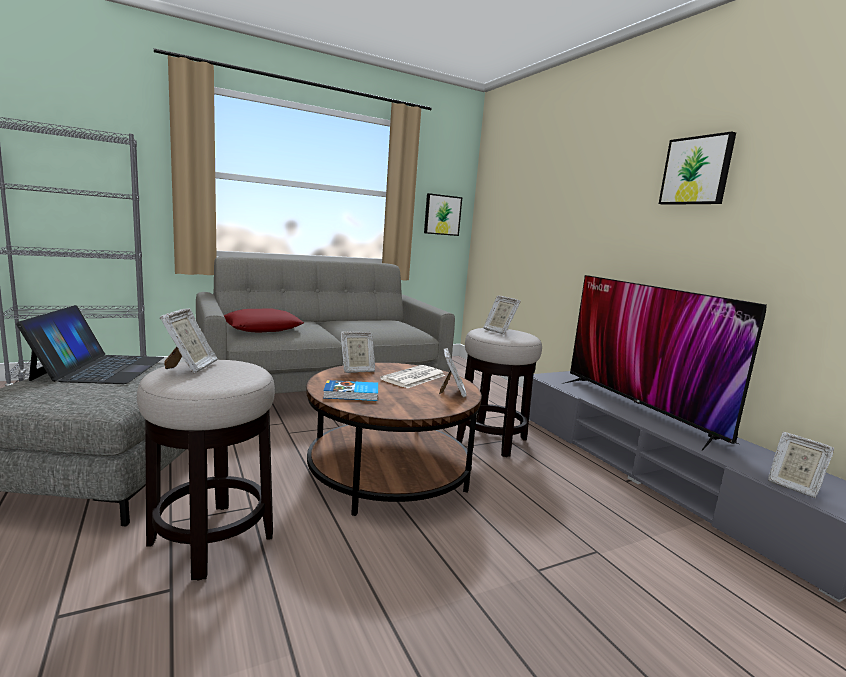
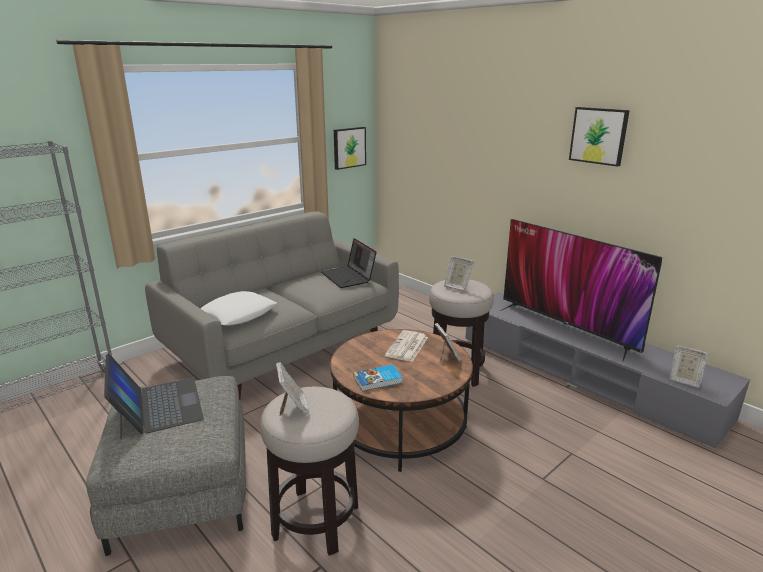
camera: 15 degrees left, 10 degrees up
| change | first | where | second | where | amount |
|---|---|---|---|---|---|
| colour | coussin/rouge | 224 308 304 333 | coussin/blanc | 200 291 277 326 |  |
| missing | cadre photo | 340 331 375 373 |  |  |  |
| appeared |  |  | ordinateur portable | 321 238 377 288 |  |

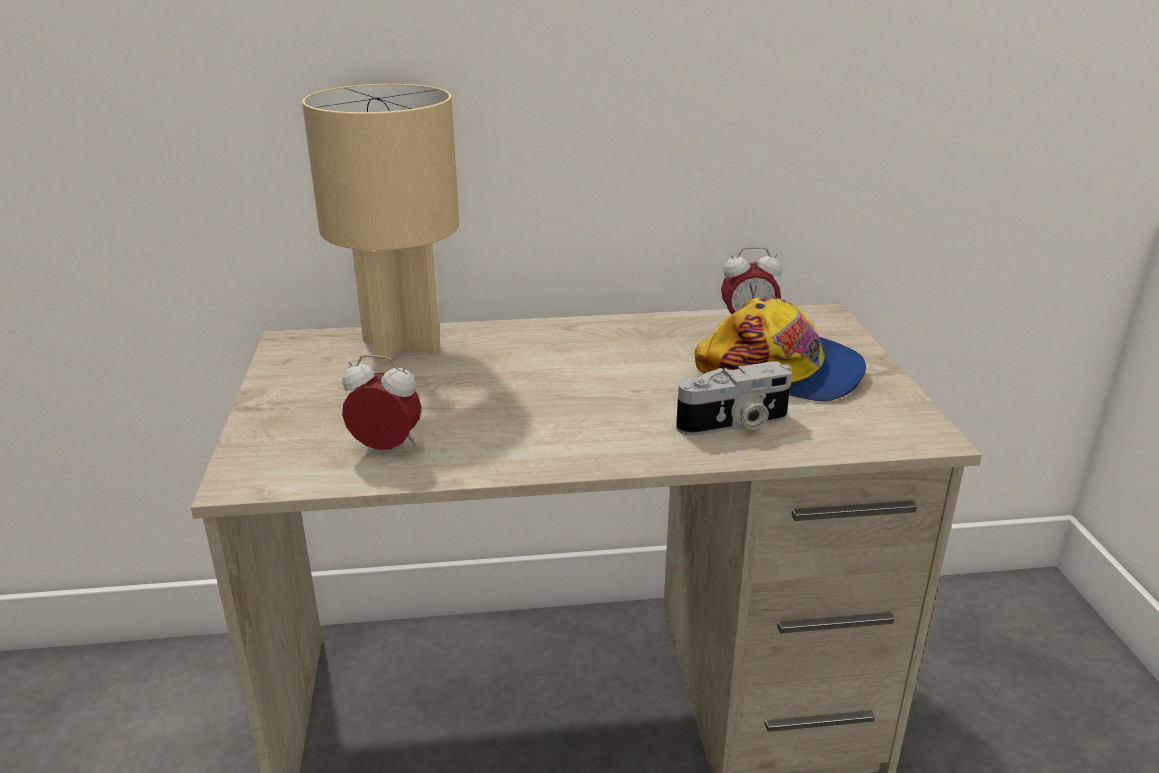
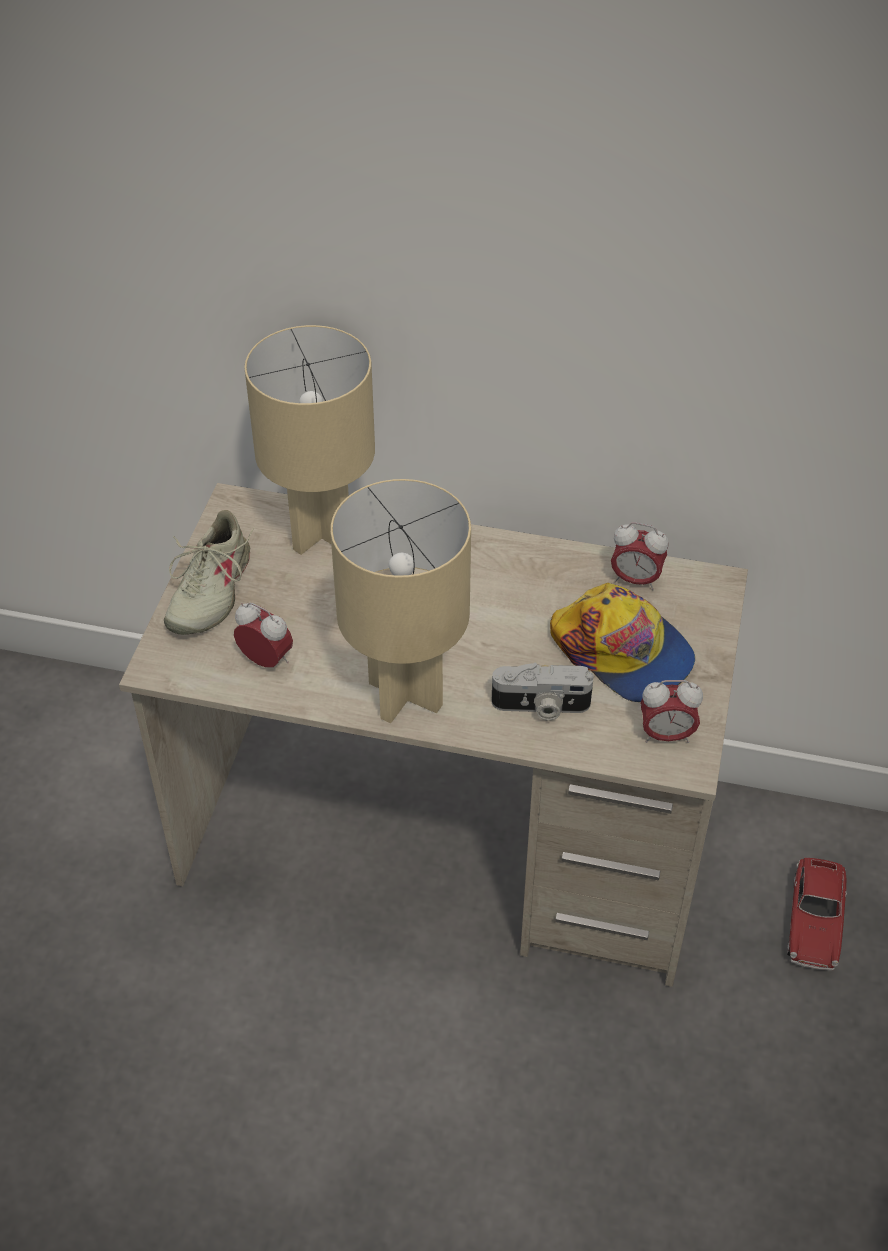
camera: 20 degrees right, 20 degrees up
| change | first | where | second | where | amount |
|---|---|---|---|---|---|
| appeared |  |  | lampe de table/beige | 330 479 471 723 |  |
| appeared |  |  | chaussure/beige | 164 510 254 635 |  |
| appeared |  |  | réveil | 640 680 703 743 |  |
| appeared |  |  | petite voiture | 787 858 847 971 |  |

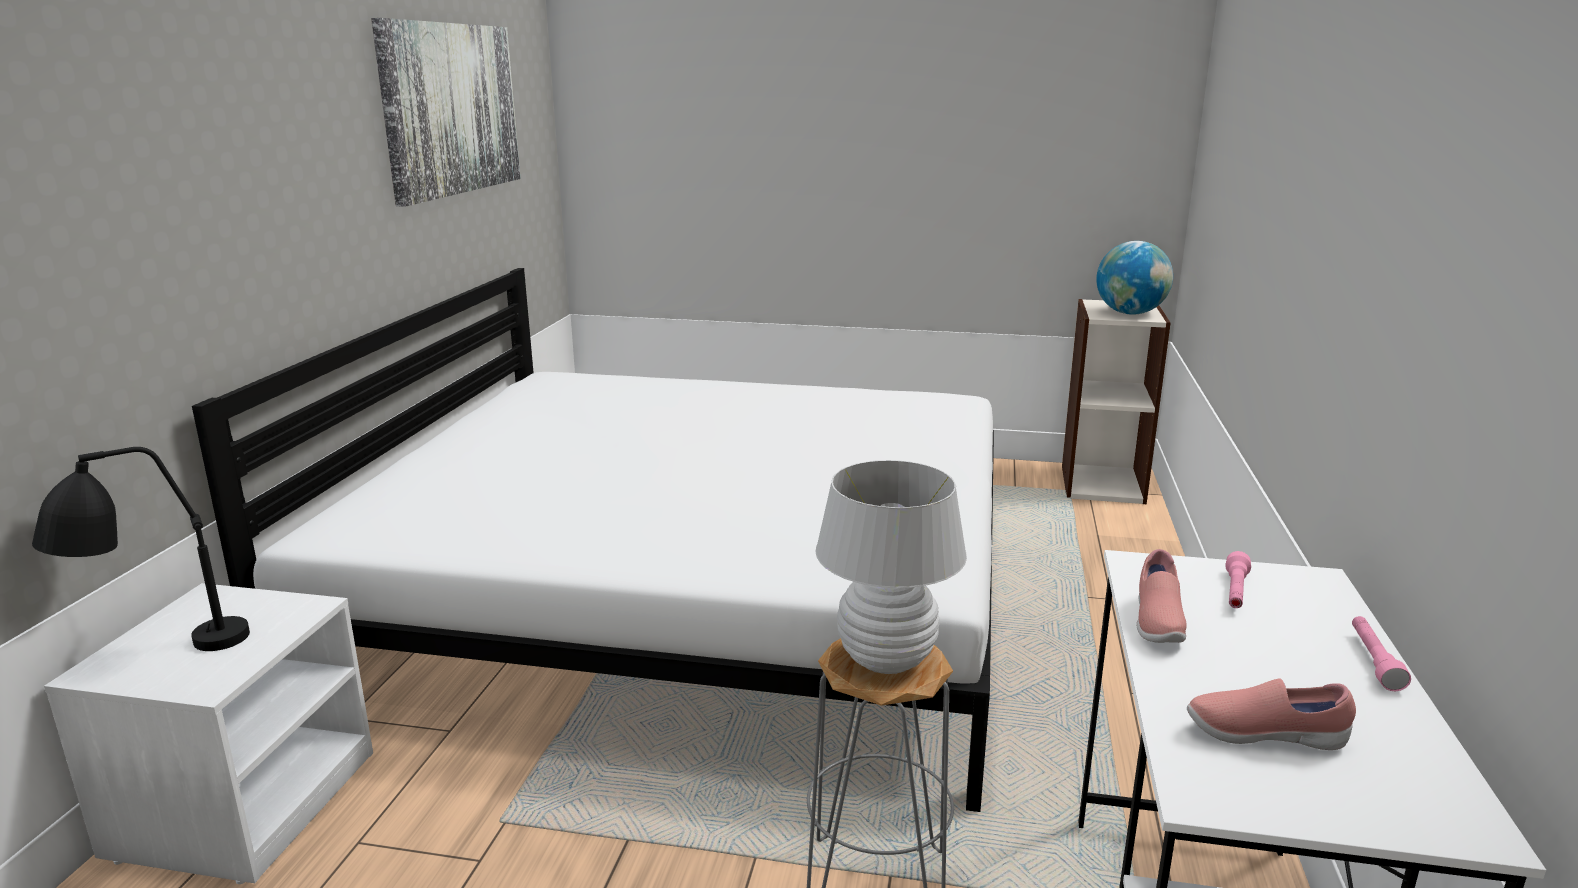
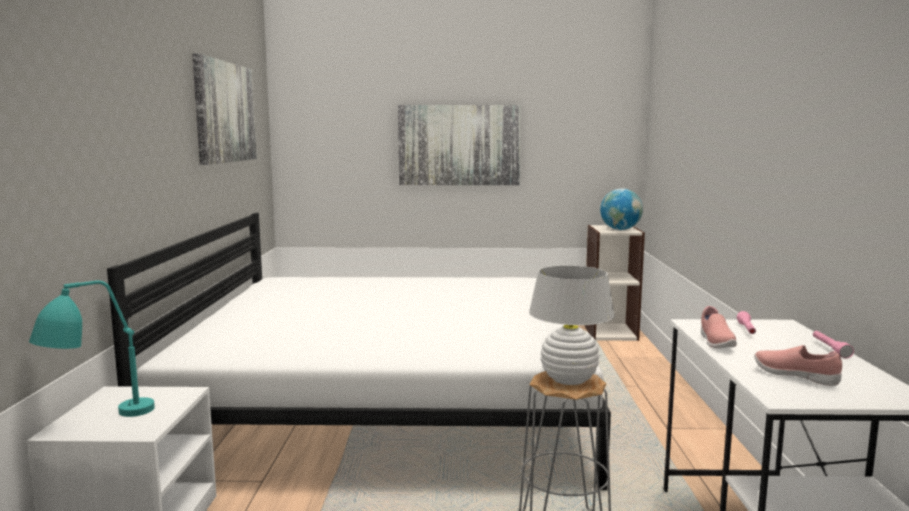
camera: 10 degrees left, 10 degrees down
| change | first | where | second | where | amount |
|---|---|---|---|---|---|
| colour | lampe de table/noir | 32 447 250 651 | lampe de table/turquoise | 29 280 155 417 |  |
| spun | chaussure/rose | 1187 678 1356 750 |  | 754 345 842 386 | 45 degrees clockwise |
| appeared |  |  | tableau | 398 105 521 185 |  |

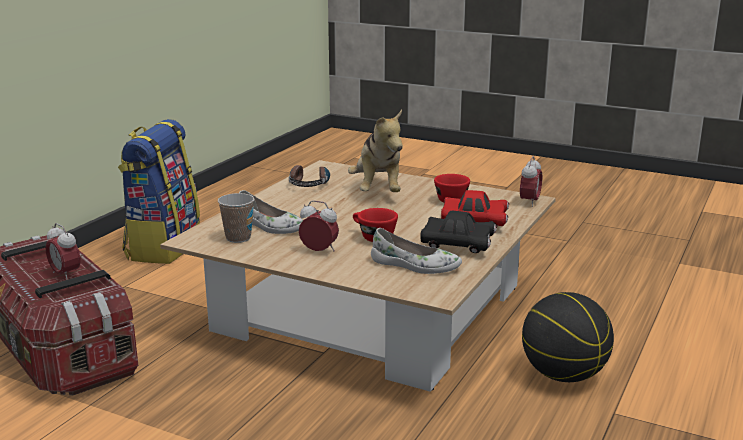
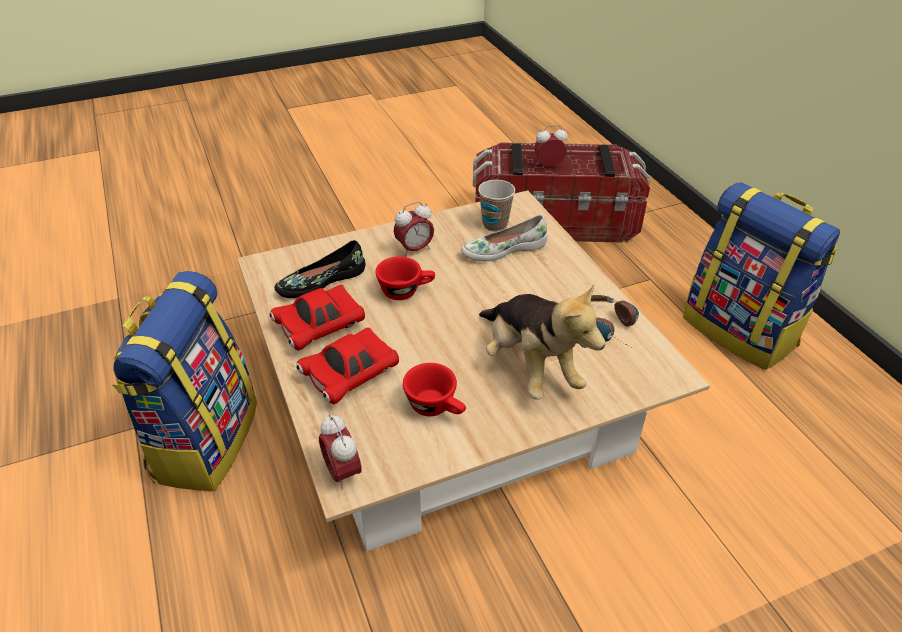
camera: 130 degrees right, 20 degrees up
| change | first | where | second | where | amount |
|---|---|---|---|---|---|
| spun | peluche | 348 110 403 192 |  | 479 284 606 400 | 150 degrees counterclockwise |
| colour | petite voiture/noir | 420 211 497 253 | petite voiture/rouge | 269 285 365 351 |  |
| colour | chaussure/blanc | 371 228 462 274 | chaussure/noir | 275 240 366 298 |  |
| exchanged | ballon de basket | 522 292 614 382 | sac à dos | 112 271 257 491 |  |

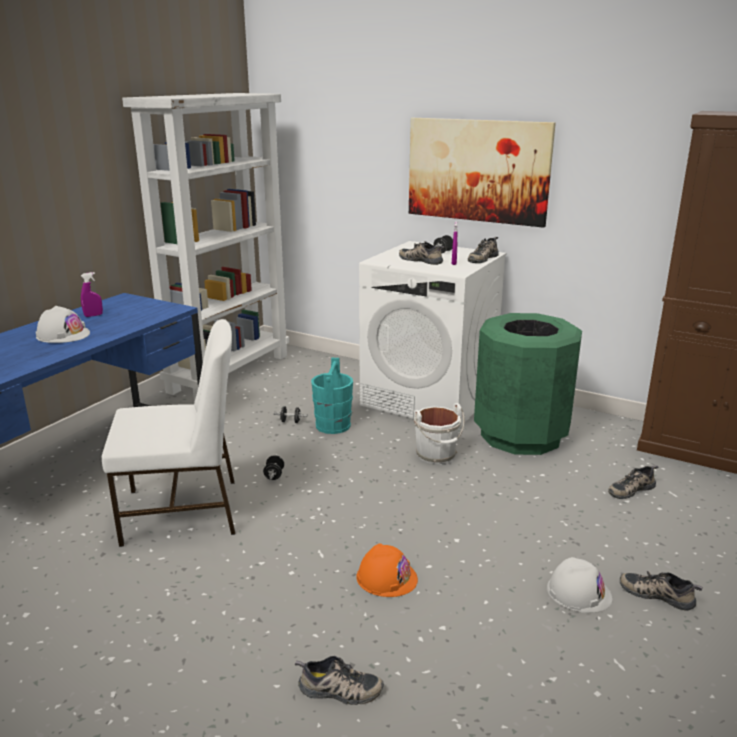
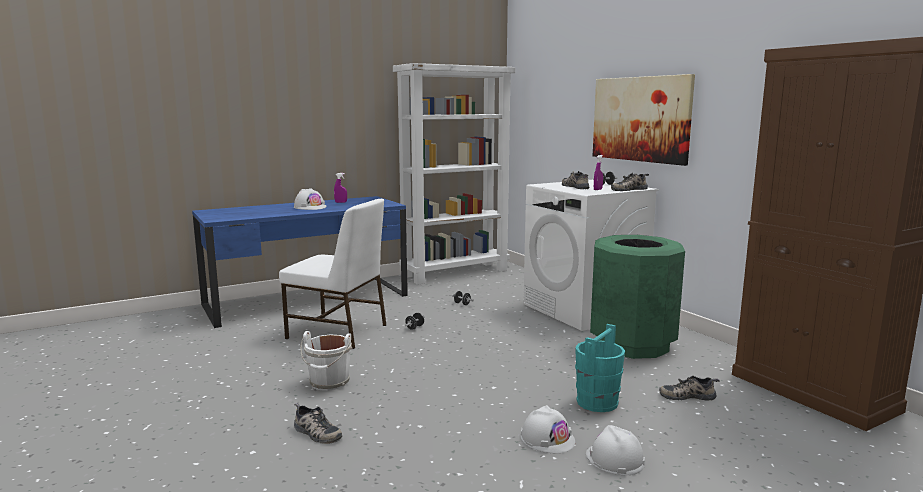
camera: 30 degrees right, 10 degrees down
| change | first | where | second | where | amount |
|---|---|---|---|---|---|
| relocated | seau/turquoise | 311 358 353 434 |  | 575 324 625 412 |  |
| relocated | seau/blanc | 414 403 465 464 |  | 300 331 352 391 |  |
| missing | casque de chantier/orange | 356 543 418 597 |  |  |  |
| exchanged | chaussure | 620 571 703 611 | casque de chantier/blanc | 586 425 645 475 |  |

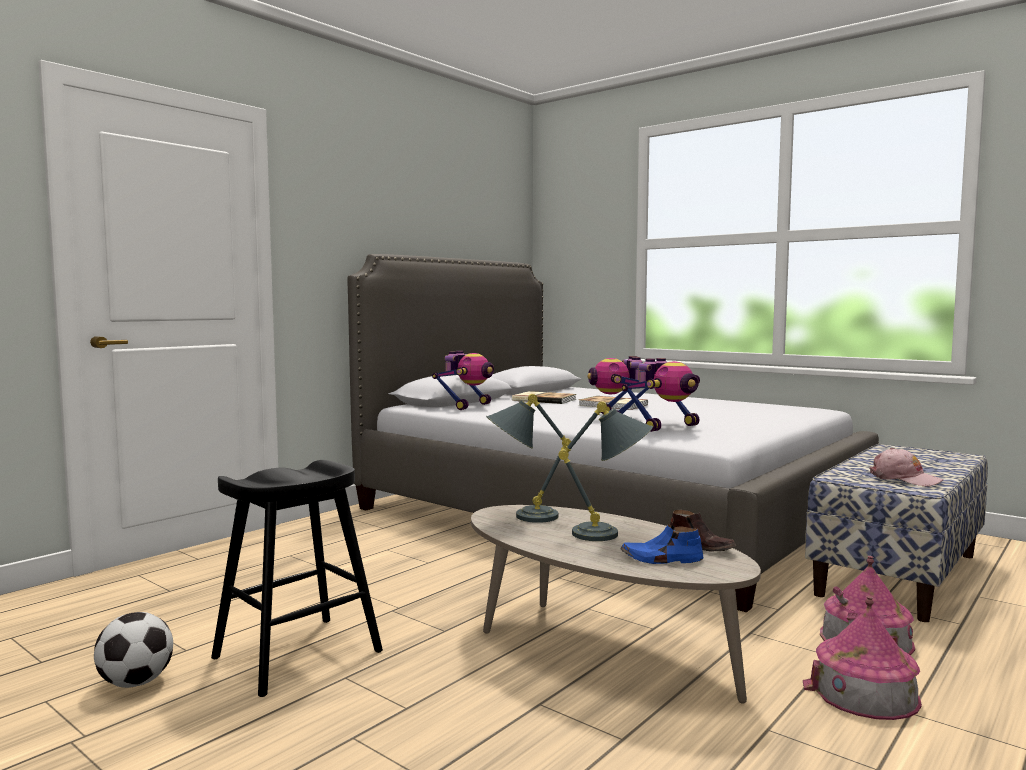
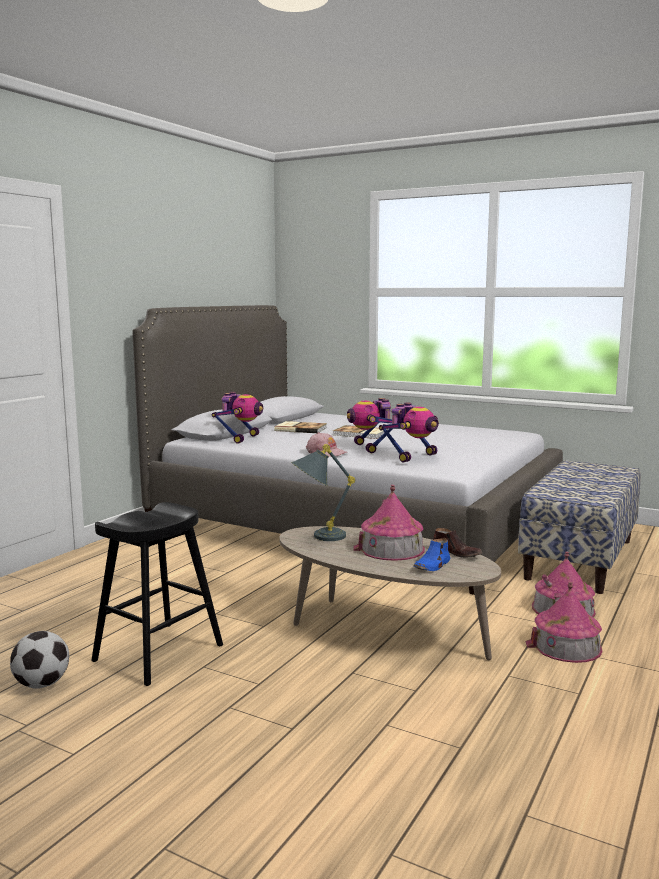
camera: 10 degrees left, 5 degrees up
| change | first | where | second | where | amount |
|---|---|---|---|---|---|
| exchanged | lampe de table/gris | 558 401 653 541 | maison miniature | 354 485 425 561 |  |
| relocated | casquette/rose | 870 448 944 486 |  | 306 432 348 457 |  |
| spun | chaussure/bleu | 620 525 703 564 |  | 413 538 450 571 | 45 degrees counterclockwise |

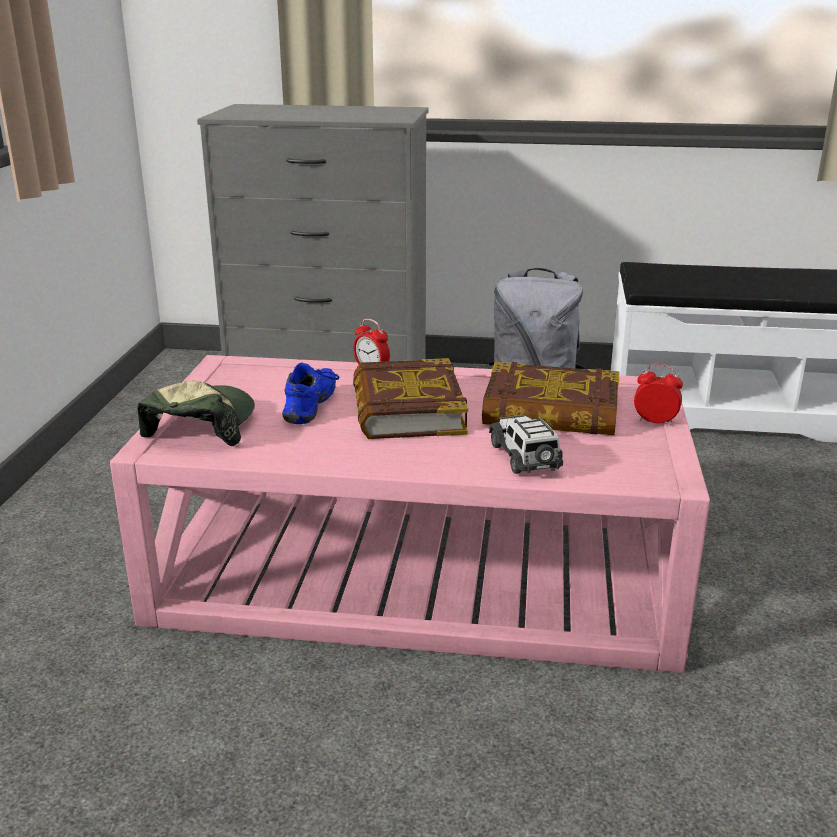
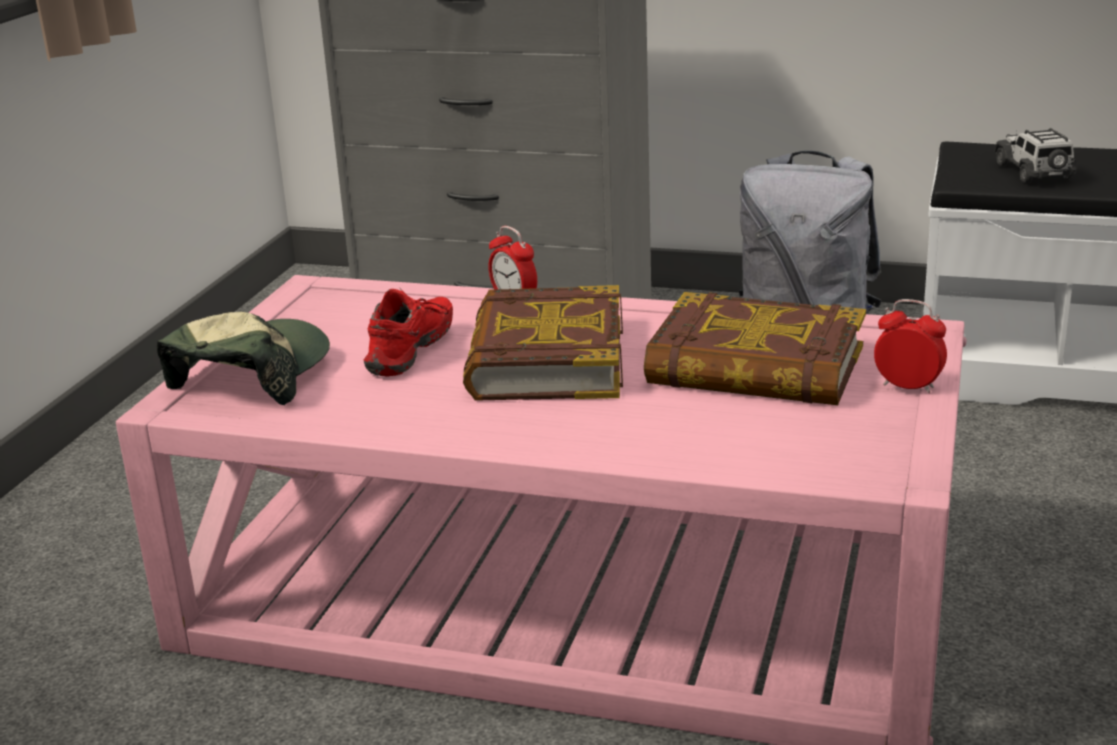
camera: 10 degrees right, 0 degrees up
| change | first | where | second | where | amount |
|---|---|---|---|---|---|
| colour | chaussure/bleu | 282 362 339 424 | chaussure/rouge | 364 288 453 376 |  |
| relocated | petite voiture | 489 414 563 474 |  | 994 128 1077 183 |  |

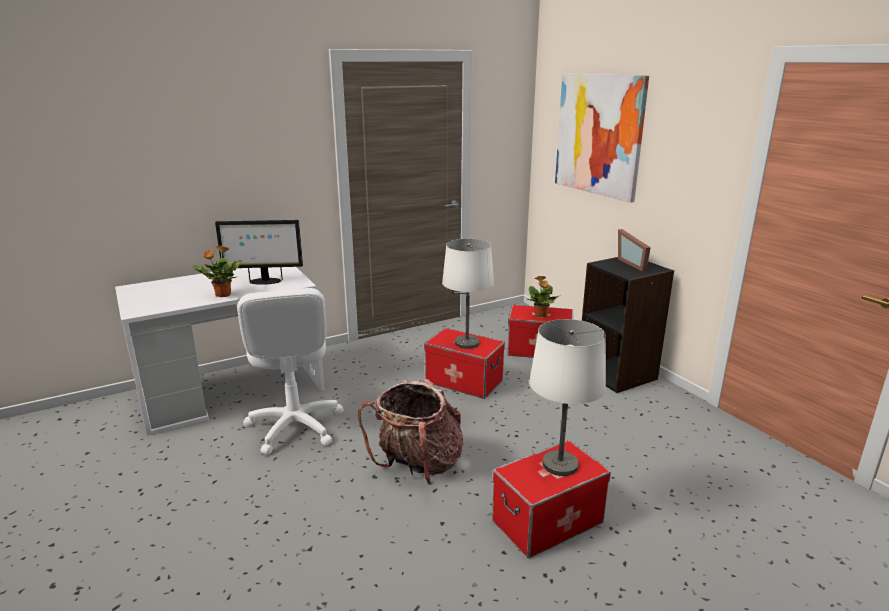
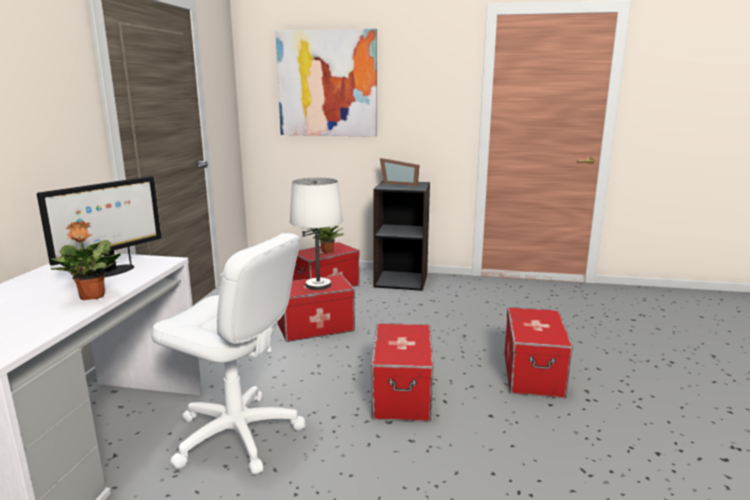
camera: 50 degrees left, 5 degrees down
| change | first | where | second | where | amount |
|---|---|---|---|---|---|
| missing | lampe de table/blanc | 529 319 606 476 |  |  |  |
| exchanged | sac à dos | 358 379 463 485 | boîte de rangement | 371 323 434 422 |  |

